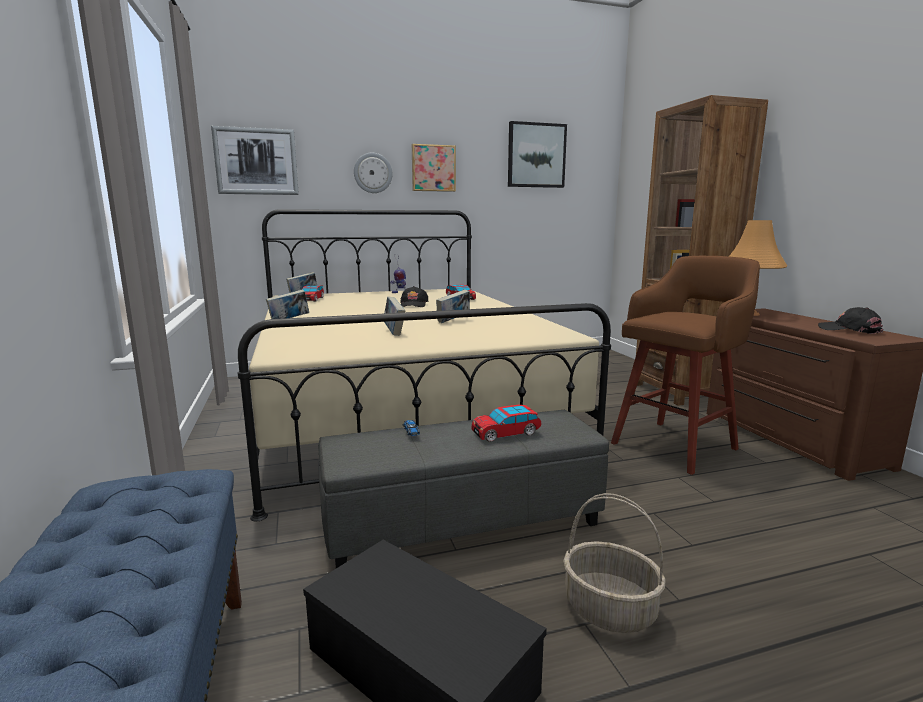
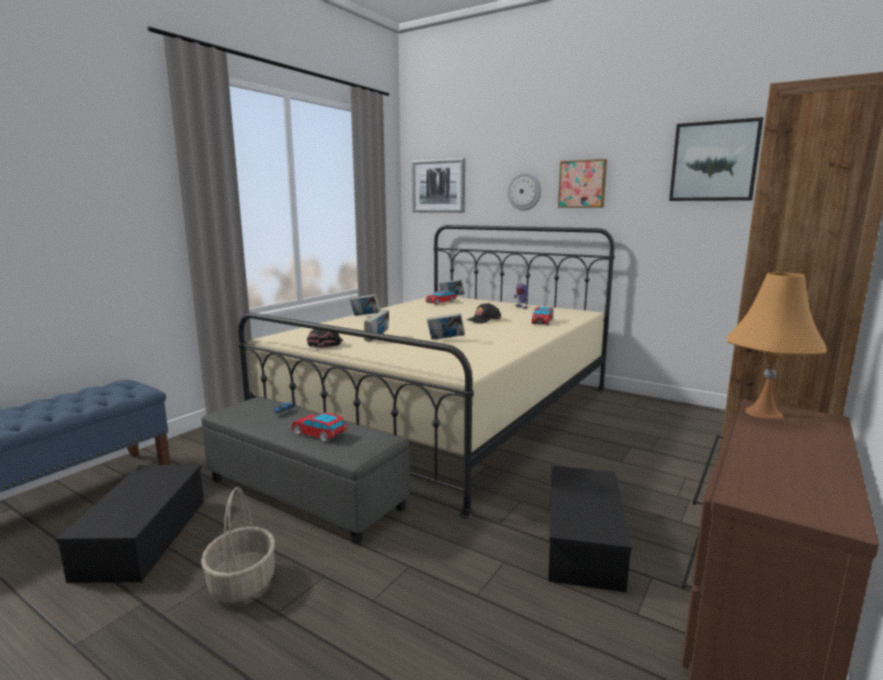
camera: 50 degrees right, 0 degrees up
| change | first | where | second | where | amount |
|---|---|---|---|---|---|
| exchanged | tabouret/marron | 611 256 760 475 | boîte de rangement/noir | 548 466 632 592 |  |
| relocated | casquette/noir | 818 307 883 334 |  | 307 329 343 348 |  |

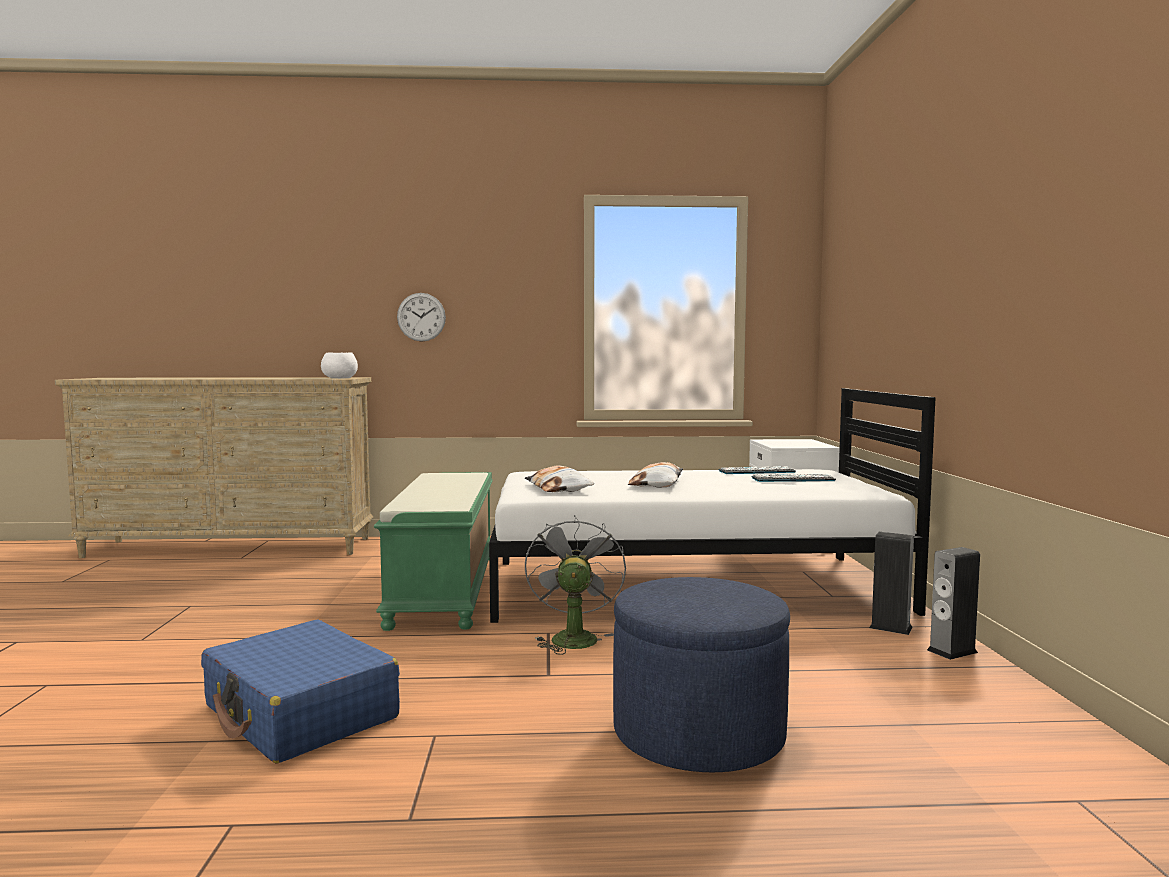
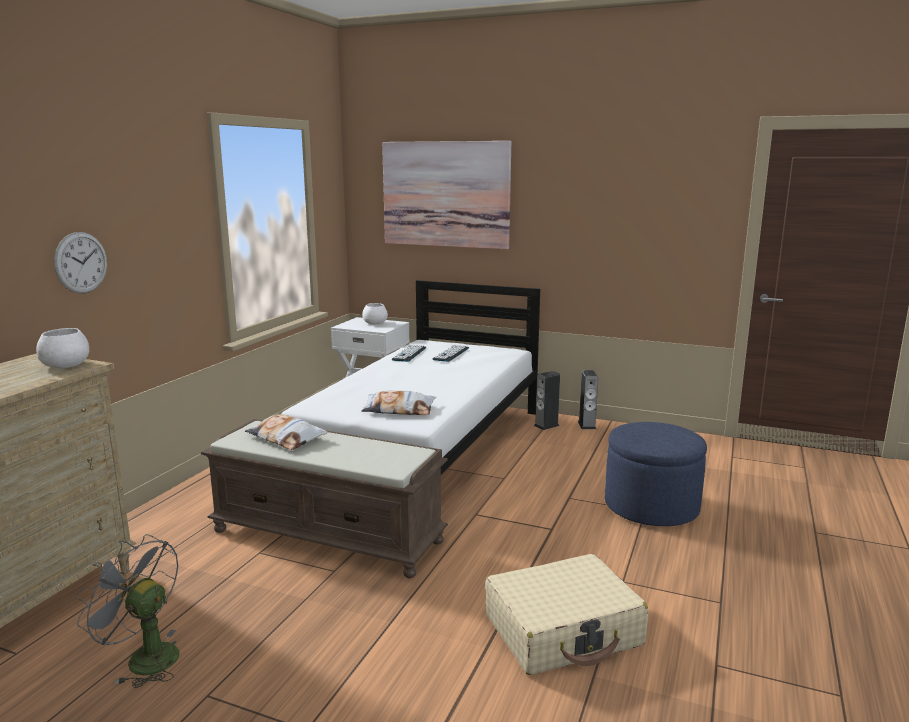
camera: 65 degrees left, 10 degrees up
| change | first | where | second | where | amount |
|---|---|---|---|---|---|
| relocated | coussin | 628 462 683 487 |  | 245 414 328 450 |  |
| colour | banc/vert | 374 472 493 631 | banc/marron | 201 419 448 578 |  |
| relocated | ventilateur/gris | 525 515 626 655 |  | 76 534 180 688 |  |
| colour | valise/bleu | 201 620 400 764 | valise/beige | 485 554 648 675 |  |
| appeared |  |  | tableau | 382 141 511 249 |  |
| appeared |  |  | bol/blanc | 362 303 388 325 |  |

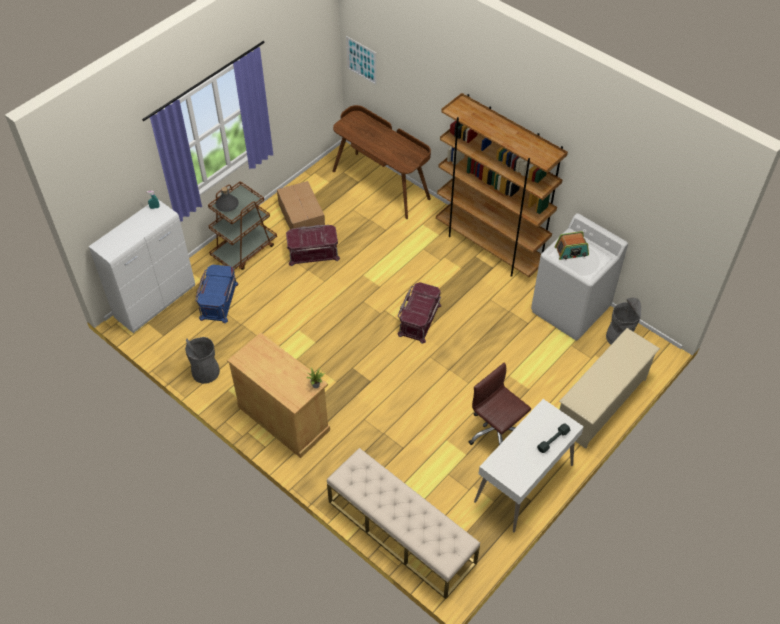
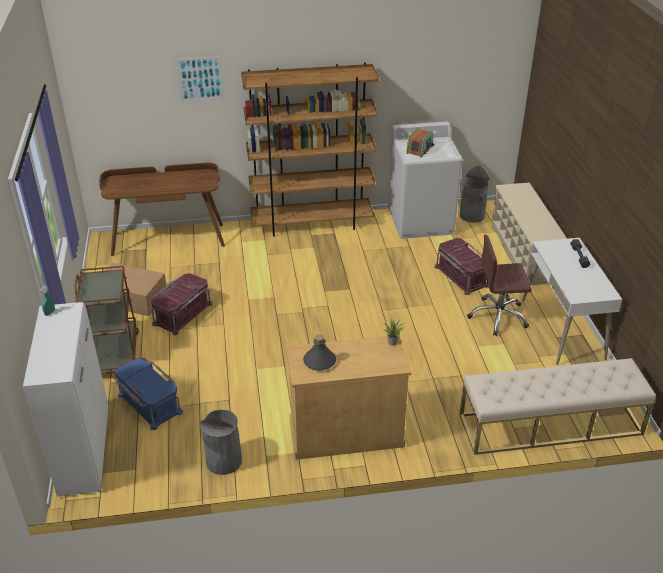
camera: 50 degrees left, 15 degrees down
| change | first | where | second | where | amount |
|---|---|---|---|---|---|
| relocated | tableau | 346 36 377 85 |  | 176 56 225 102 |  |
| relocated | bouteille/gris | 215 187 239 212 |  | 303 335 336 371 |  |
| relocated | boîte de rangement/rouge | 398 282 441 344 |  | 434 238 489 295 |  |

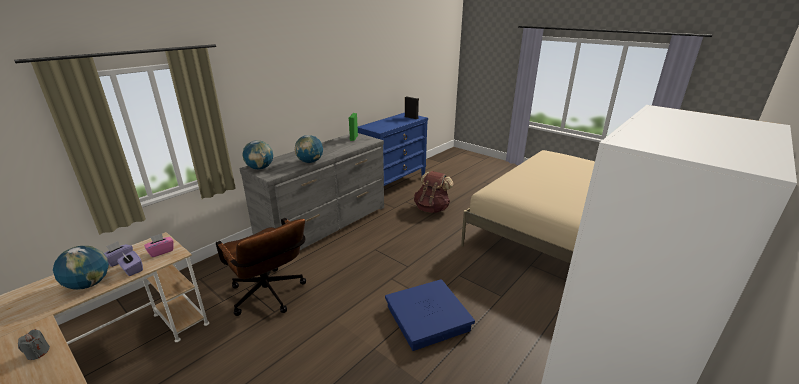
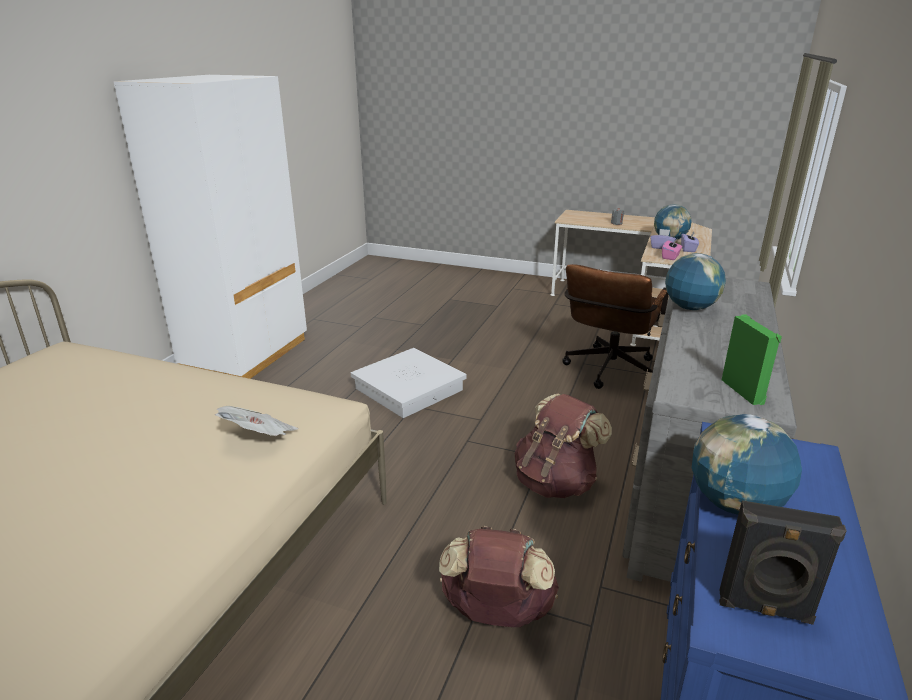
camera: 160 degrees right, 0 degrees up
| change | first | where | second | where | amount |
|---|---|---|---|---|---|
| relocated | globe | 242 140 273 169 |  | 692 414 802 515 |  |
| spun | chaise de bureau/marron | 216 218 306 316 |  | 562 264 669 389 | 90 degrees counterclockwise |
| colour | boîte de rangement/bleu | 385 279 475 351 | boîte de rangement/blanc | 351 348 467 418 |  |
| appeared |  |  | sac à dos/marron | 515 394 612 498 |  |
| appeared |  |  | journal | 215 406 298 436 |  |

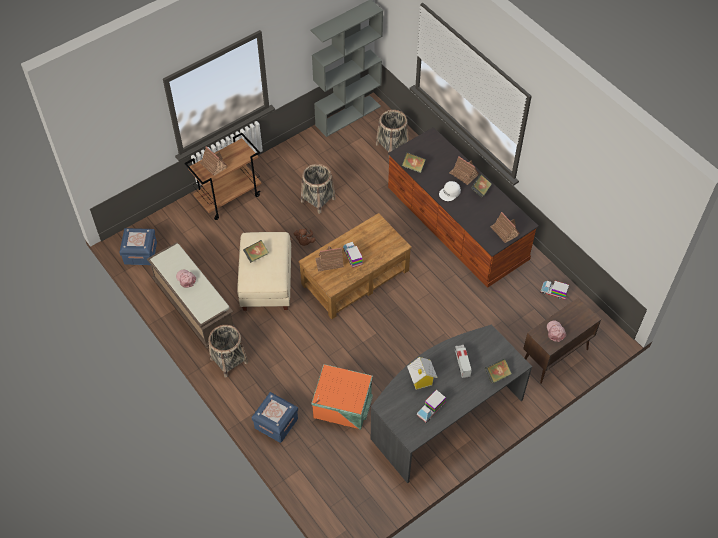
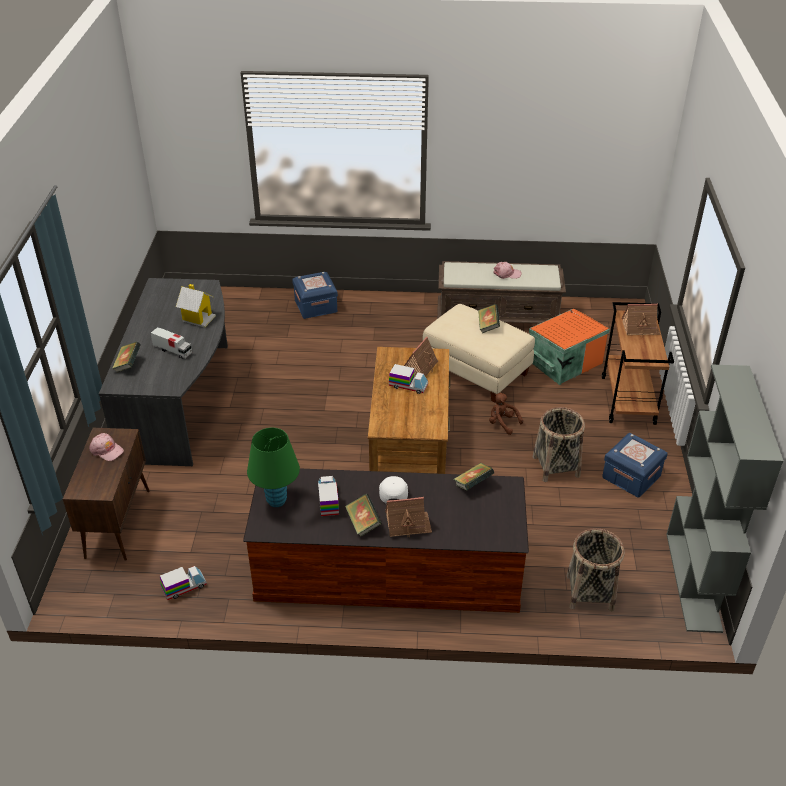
camera: 130 degrees right, 15 degrees down
| change | first | where | second | where | amount |
|---|---|---|---|---|---|
| exchanged | maison miniature | 490 212 520 243 | lampe de table/vert | 247 428 300 507 |  |
| relocated | boîte de rangement/bleu | 119 228 157 265 |  | 602 433 668 497 |  |
| missing | panier | 208 325 248 378 |  |  |  |
| relocated | boîte de rangement/orange | 311 364 373 430 |  | 529 309 610 385 |  |
| relocated | camion jouet | 417 390 446 422 |  | 318 476 339 516 |  |

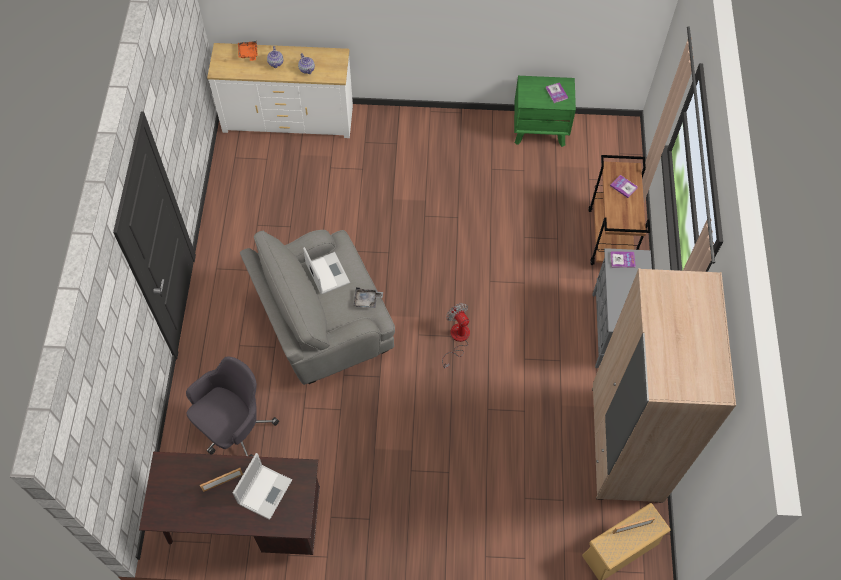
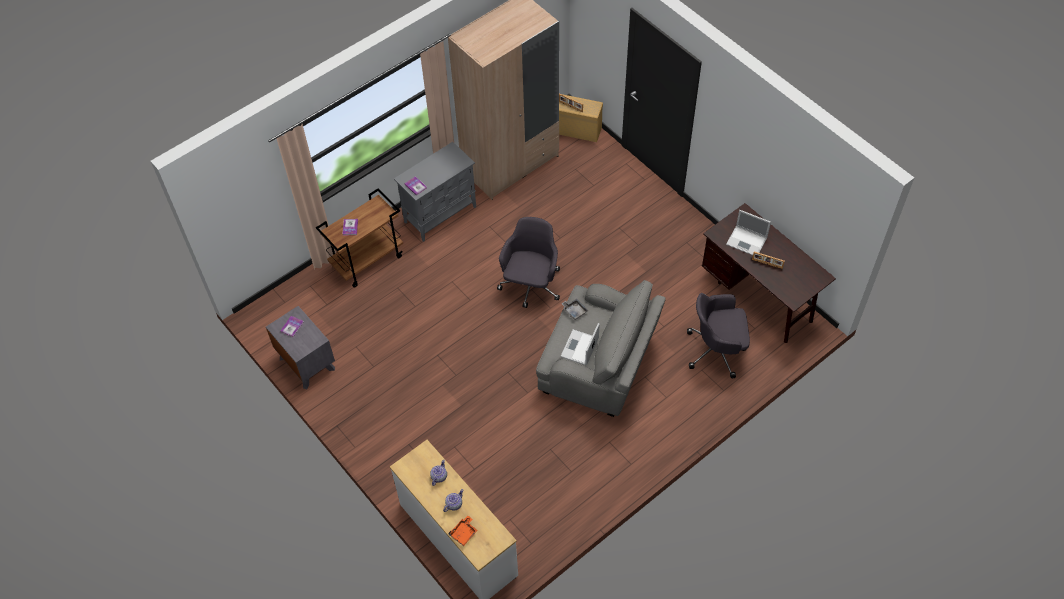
camera: 130 degrees left, 5 degrees down
| change | first | where | second | where | amount |
|---|---|---|---|---|---|
| colour | table de chevet/vert | 514 76 576 147 | table de chevet/gris | 266 306 335 389 |  |
| exchanged | ventilateur | 442 303 470 369 | chaise de bureau/gris | 497 217 560 308 |  |
| spun | ordinateur portable | 233 453 292 520 |  | 726 210 771 255 | 135 degrees counterclockwise |

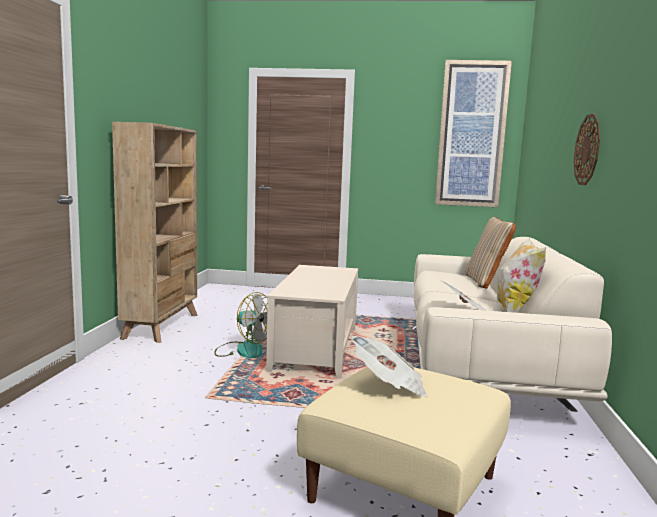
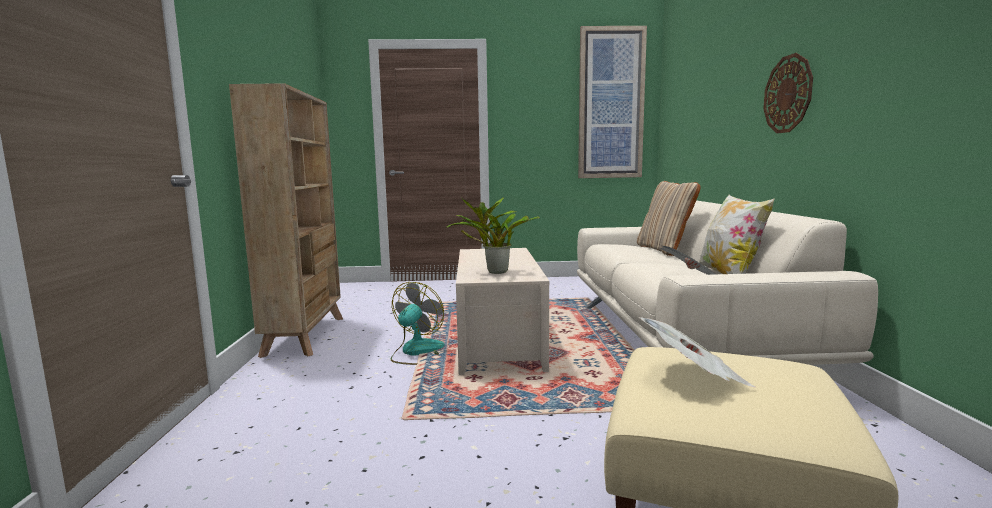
camera: 10 degrees left, 0 degrees up
| change | first | where | second | where | amount |
|---|---|---|---|---|---|
| spun | ventilateur | 214 292 268 358 |  | 391 282 445 365 | 90 degrees counterclockwise |
| appeared |  |  | plante en pot | 446 197 540 274 |  |

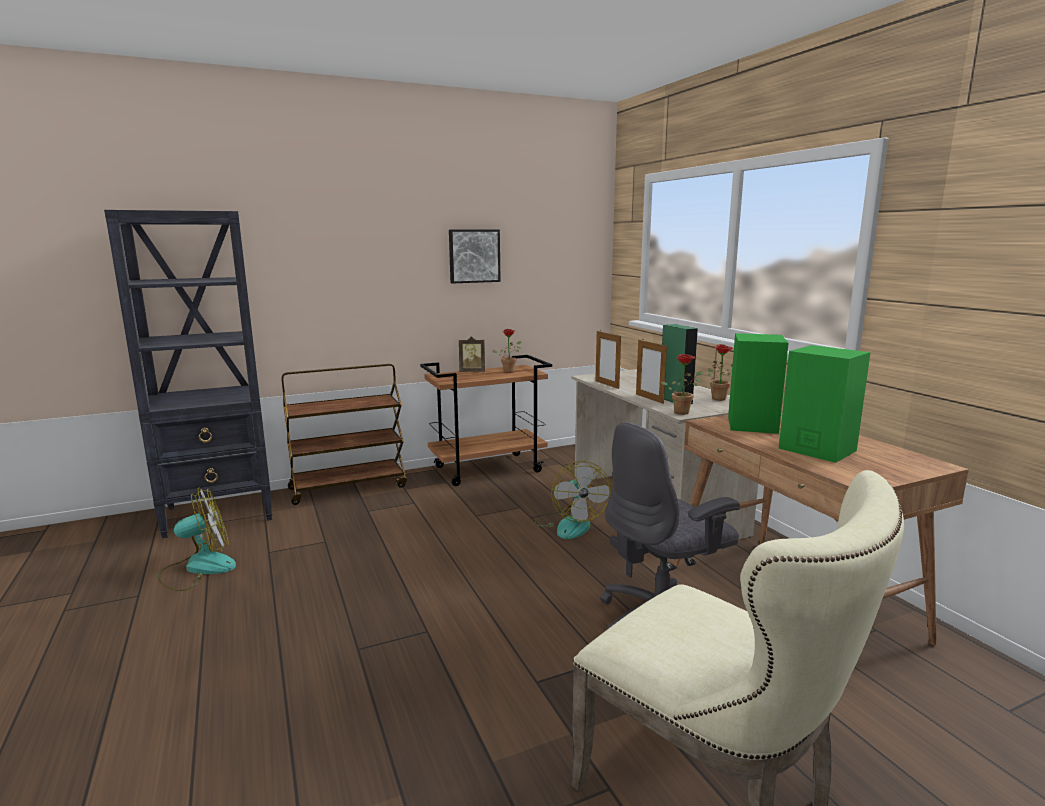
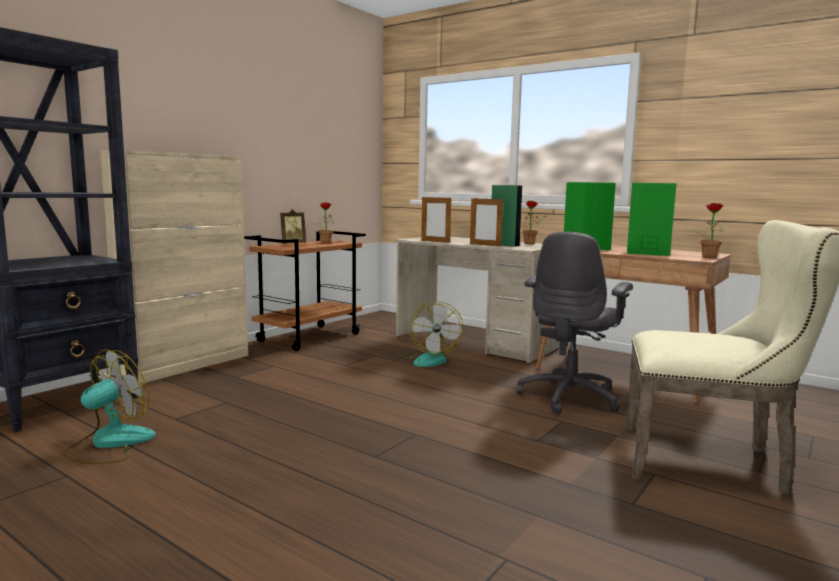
camera: 30 degrees left, 5 degrees down
| change | first | where | second | where | amount |
|---|---|---|---|---|---|
| missing | tableau | 449 230 501 284 |  |  |  |
| relocated | plante en pot | 661 354 703 415 |  | 693 203 725 258 |  |
| exchanged | chariot/marron | 282 364 407 505 | meuble de rangement/beige | 100 149 248 384 |  |
| spun | ventilateur | 534 461 611 539 |  | 401 301 463 367 | 45 degrees clockwise |

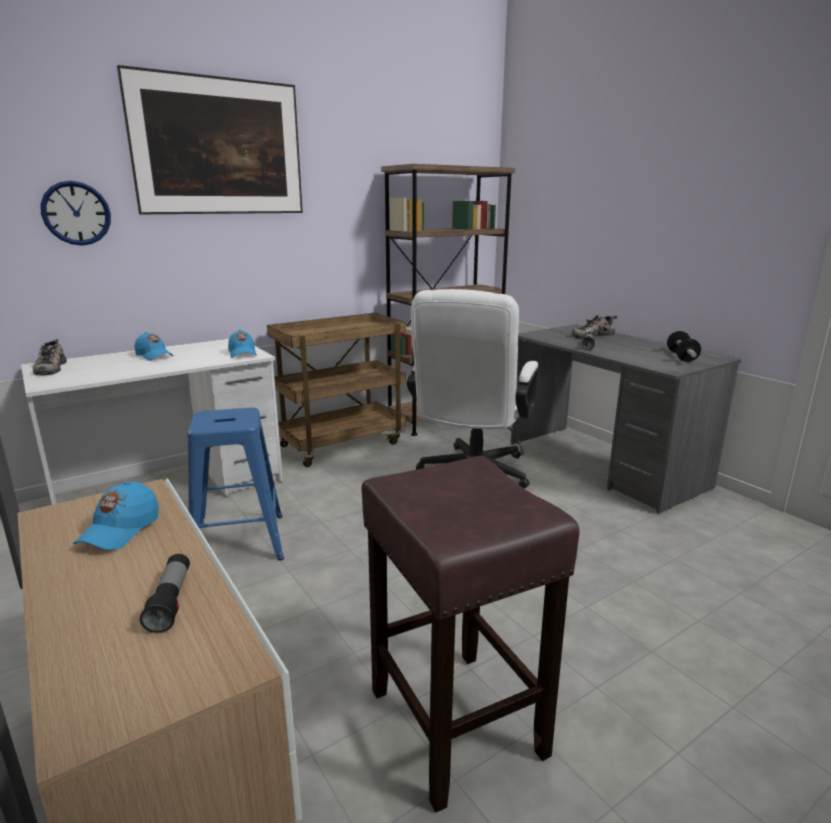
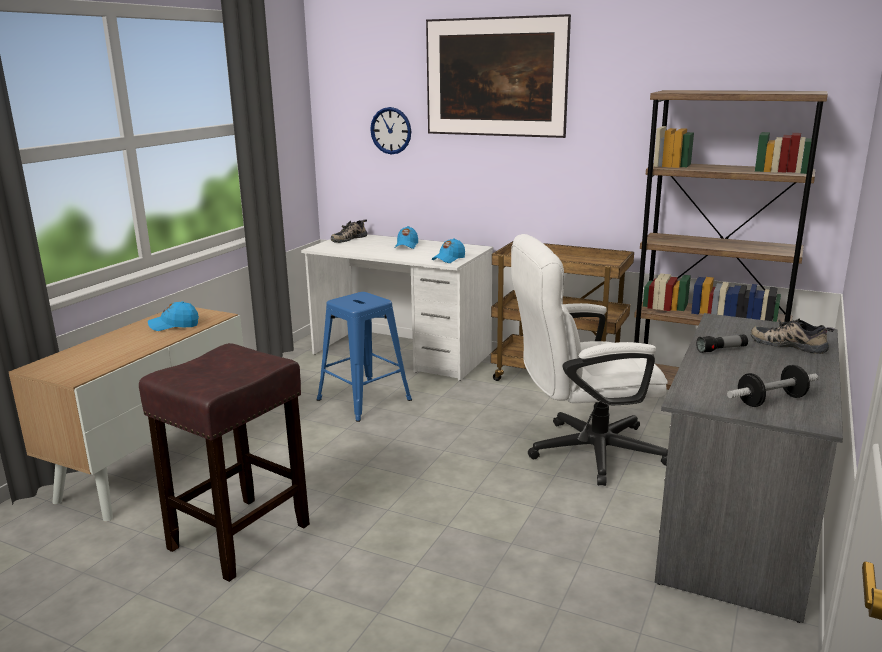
camera: 60 degrees right, 0 degrees up
| change | first | where | second | where | amount |
|---|---|---|---|---|---|
| missing | lampe de poche | 140 554 190 633 |  |  |  |

